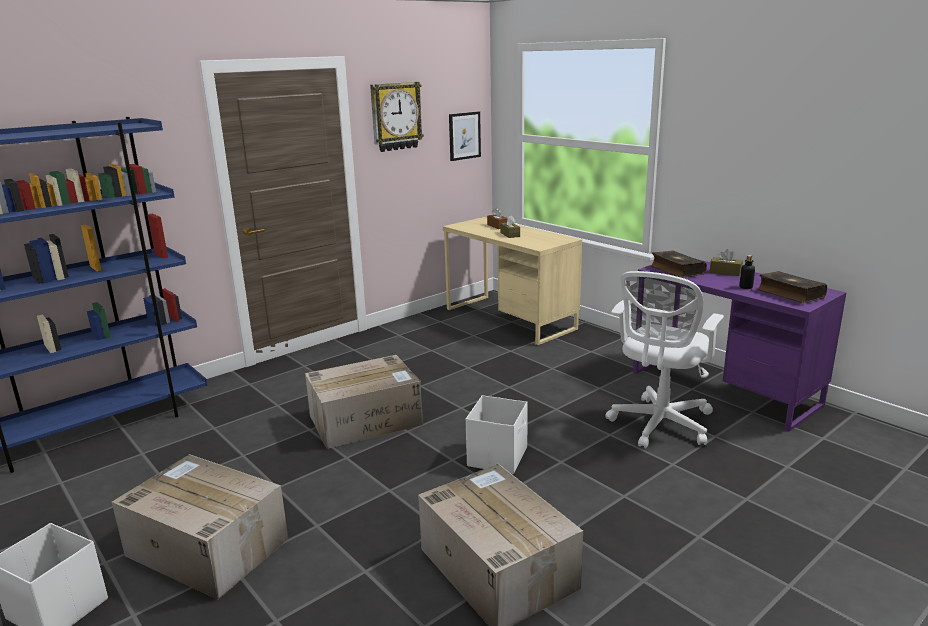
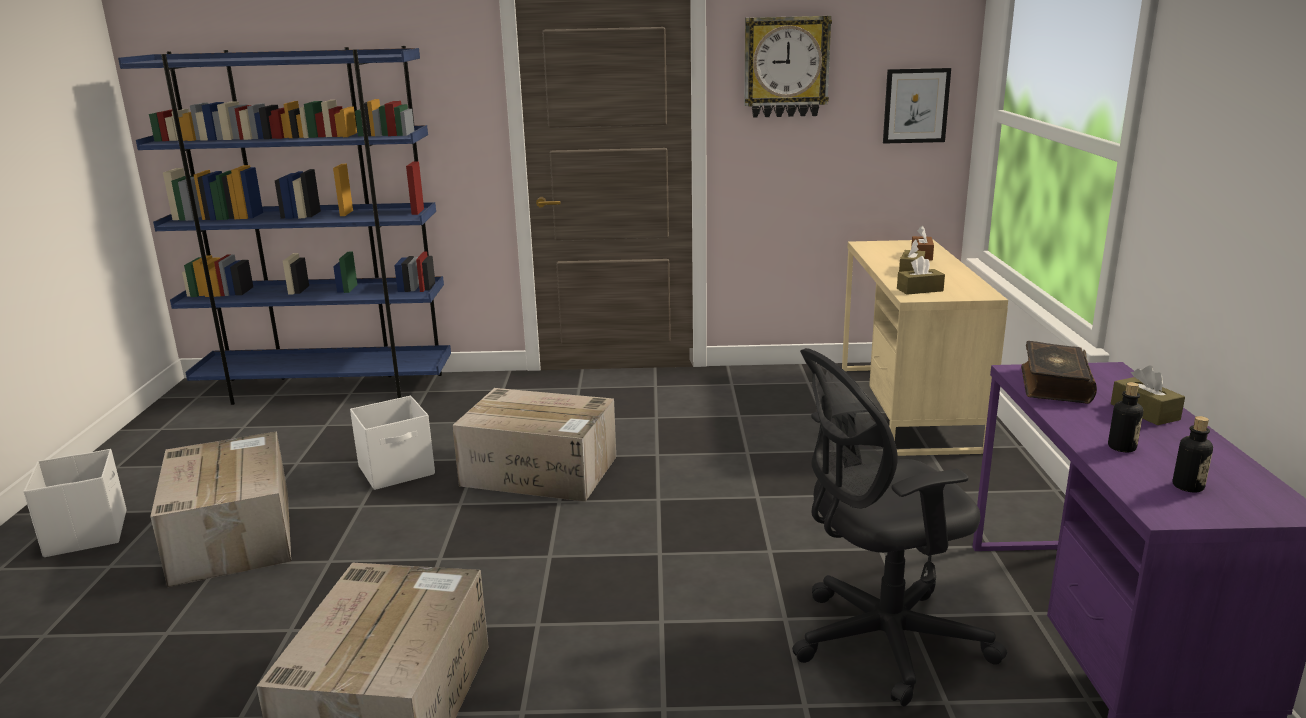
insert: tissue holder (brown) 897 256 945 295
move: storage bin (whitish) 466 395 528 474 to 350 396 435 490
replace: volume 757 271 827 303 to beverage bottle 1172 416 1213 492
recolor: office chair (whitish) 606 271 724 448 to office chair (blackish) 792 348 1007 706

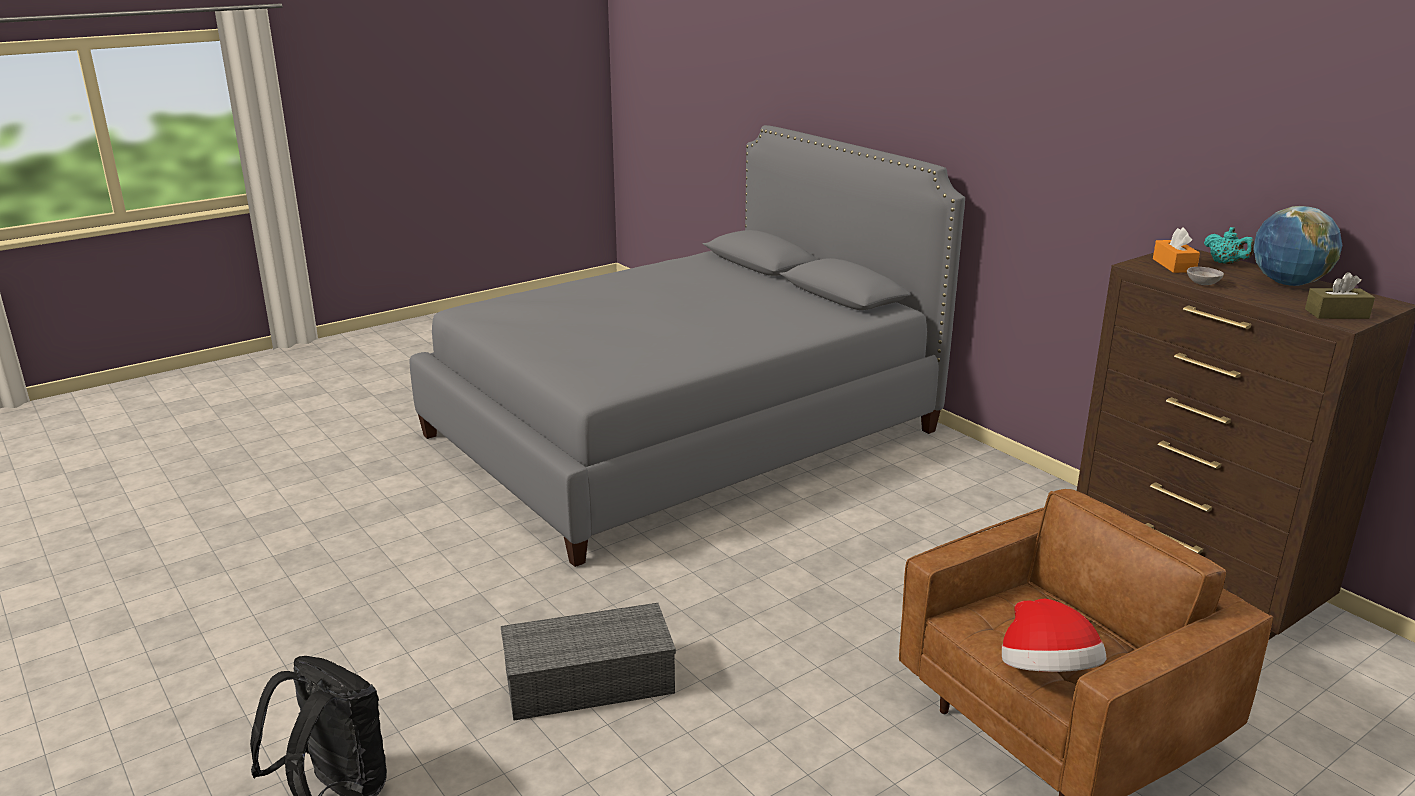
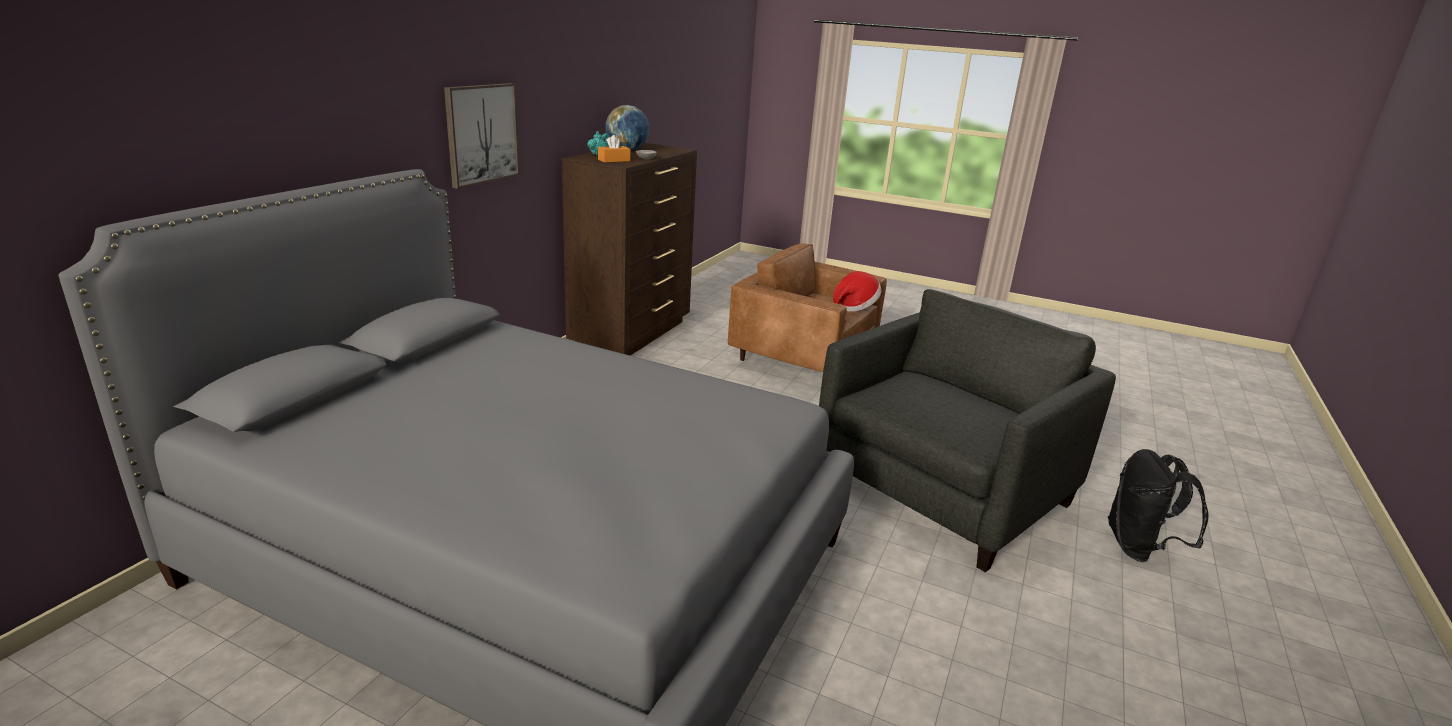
delete: tissue holder (brown) 1305 272 1375 319
insert: wall art 444 83 519 189
replace: storage bin (greyish) 501 603 676 721 to easy chair (greyish) 819 289 1116 572

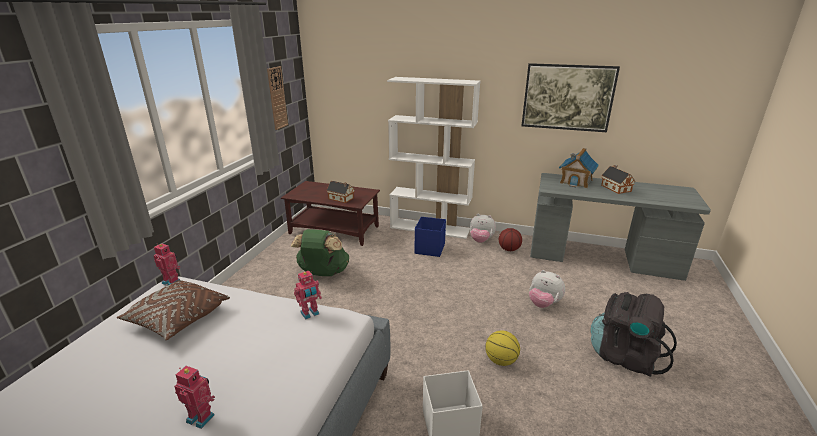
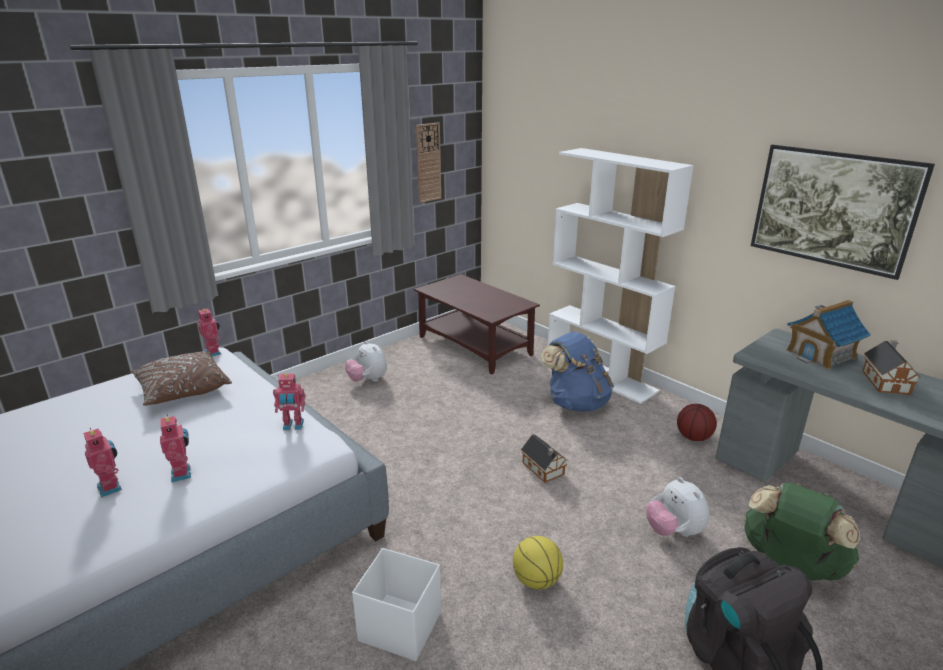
insert: model robot 160 414 191 483
move: model house 326 181 355 203 to 521 434 568 483; plush toy 470 214 496 243 to 345 341 387 382; backpack (greenish) 290 229 349 276 to 744 483 860 581
replace: storage bin (blue-coloured) 415 217 446 257 to backpack (blue-coloured) 540 331 614 412

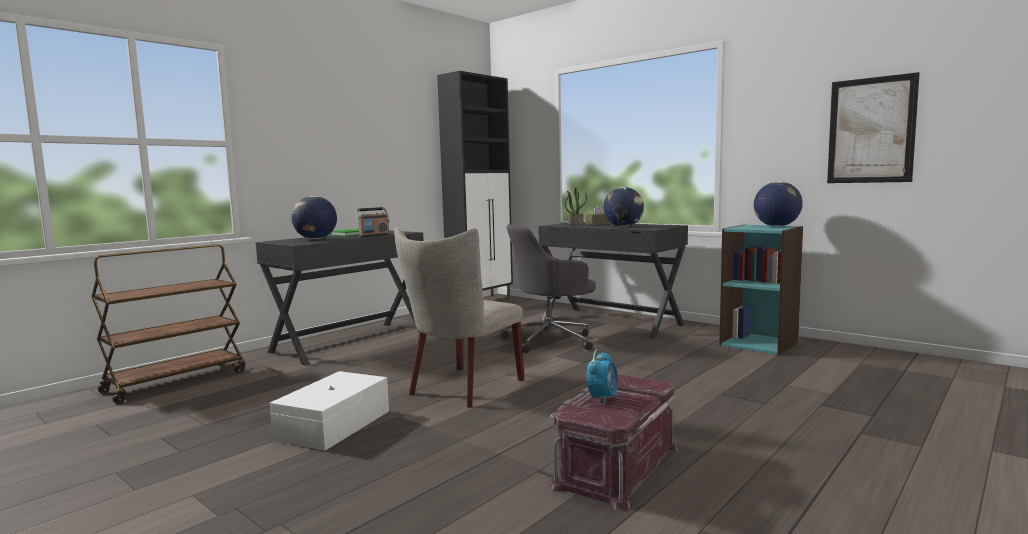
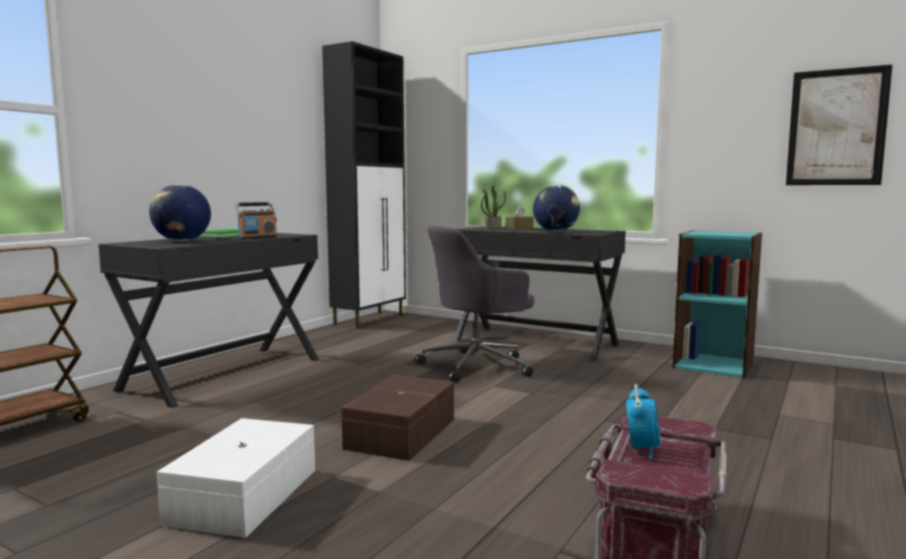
delete: globe 754 181 803 227
replace: plain chair (sand-coloured) 394 227 525 408 to storage bin (brown) 341 375 454 461

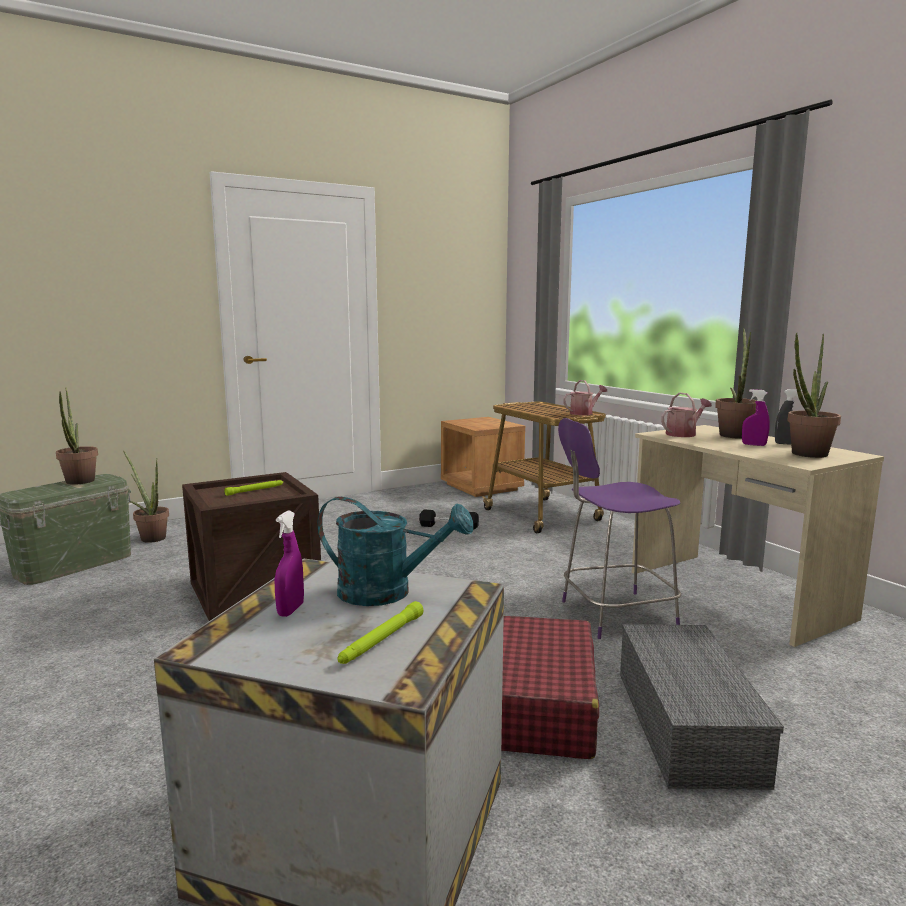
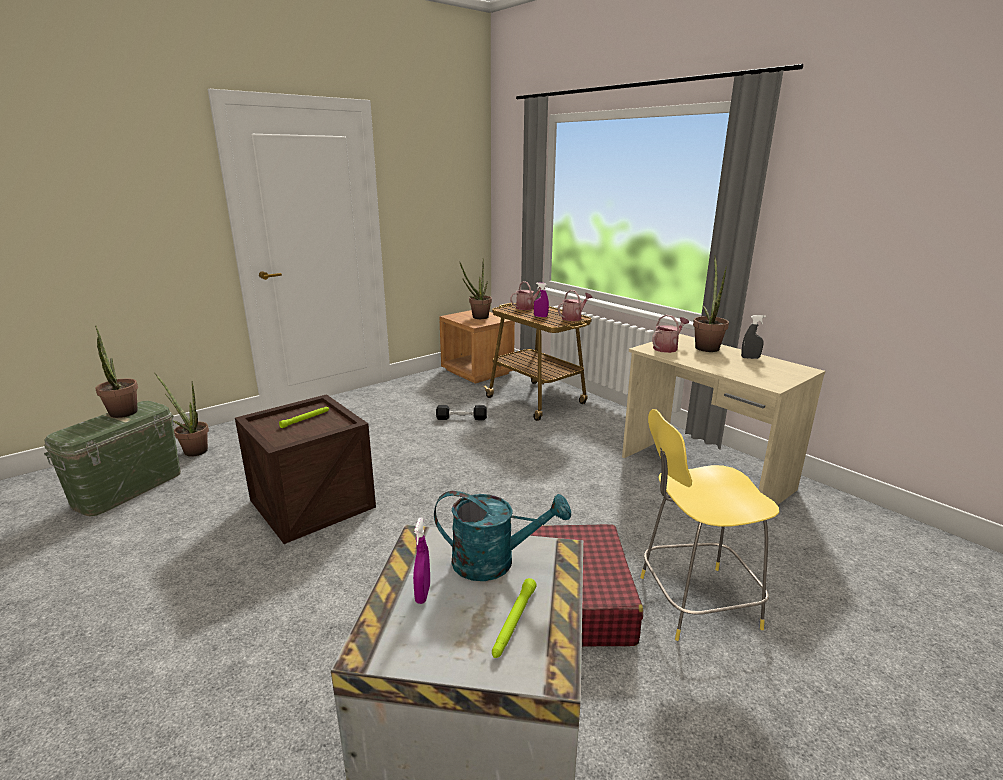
delete: sitting stool (purplish) 558 418 681 639
insert: sprinkling can 510 281 545 310
move: potted plant 787 333 841 458 to 460 261 492 319; hand sprayer (purplish) 742 389 770 446 to 534 282 549 317
replace: storage bin (greyish) 620 624 784 790 to sitting stool (yellowish) 640 409 779 641

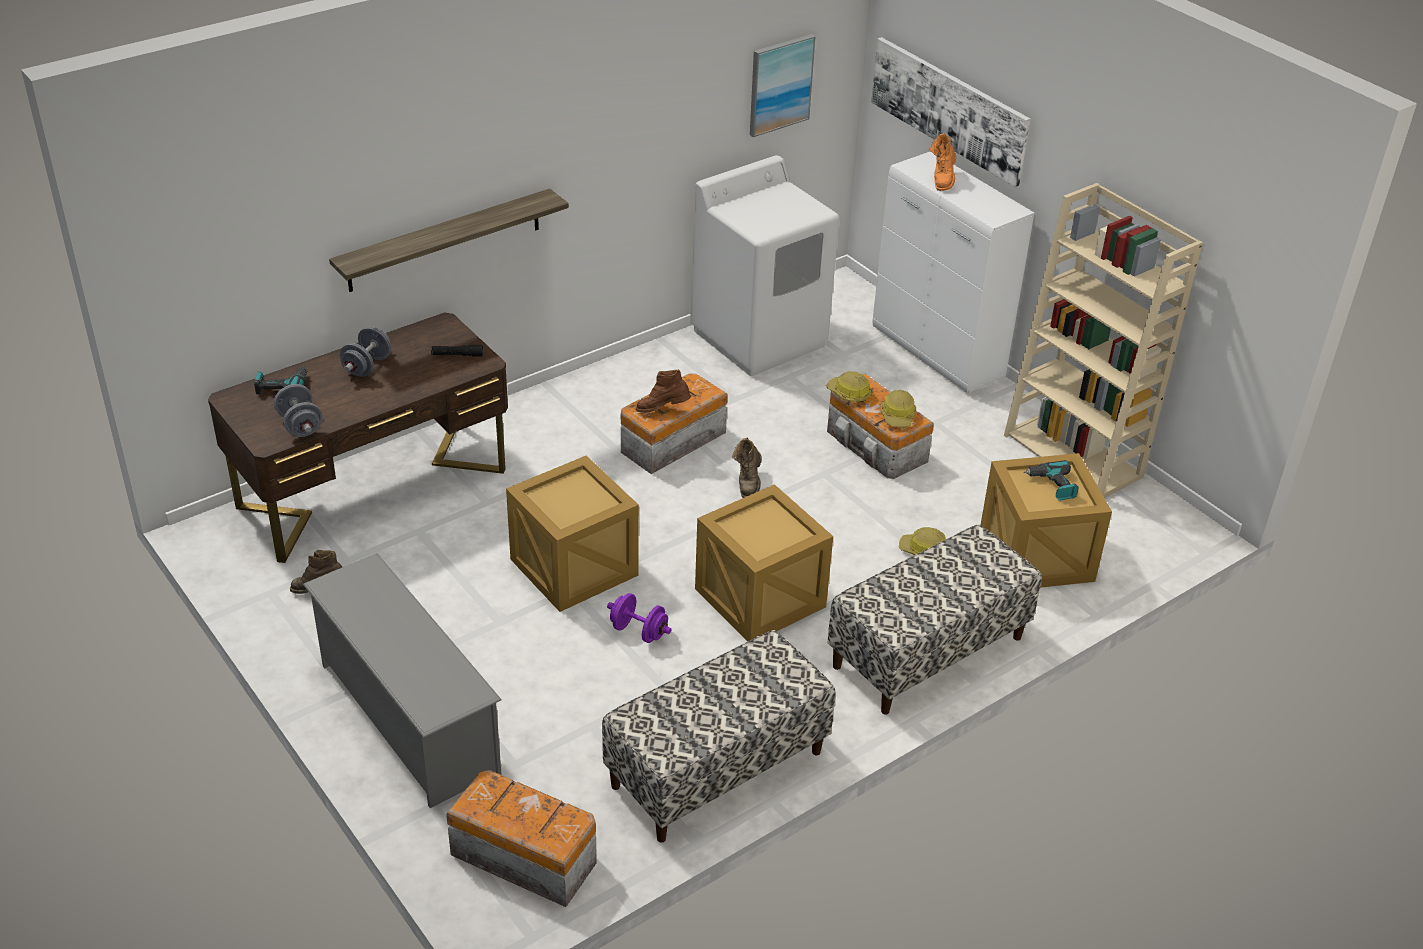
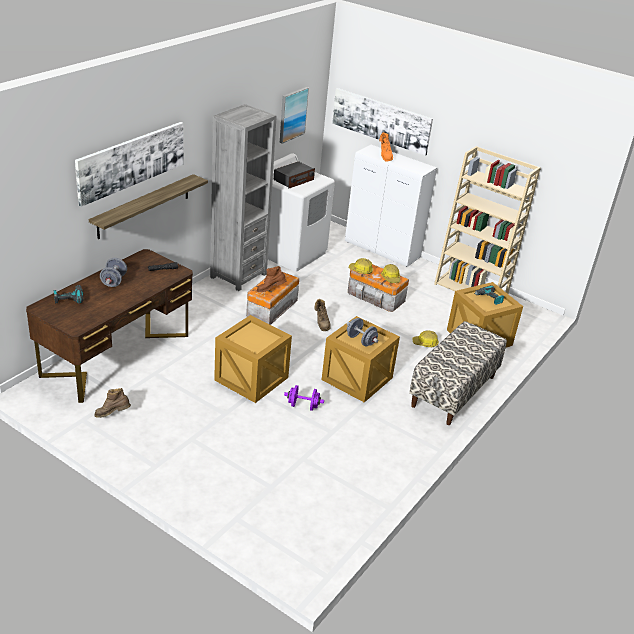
delete: shoe rack (greyish) 303 553 502 808; bench 602 630 836 843; storage bin 446 770 597 907
insert: bookcase (greyish) 210 104 277 291; wall art 75 122 183 207; radio receiver 274 161 315 189
move: dumbbell (greyish) 274 384 323 437 to 347 318 378 346

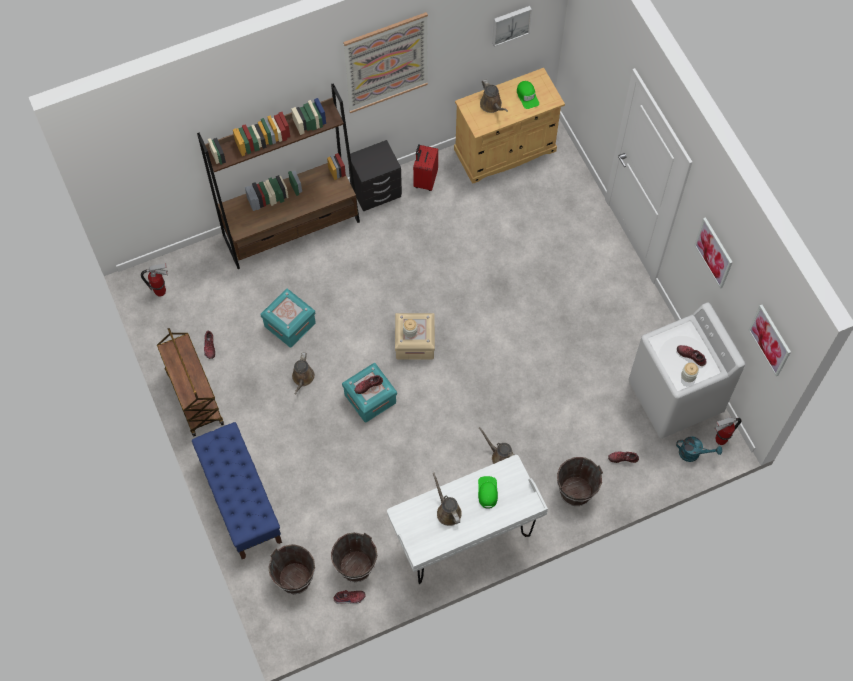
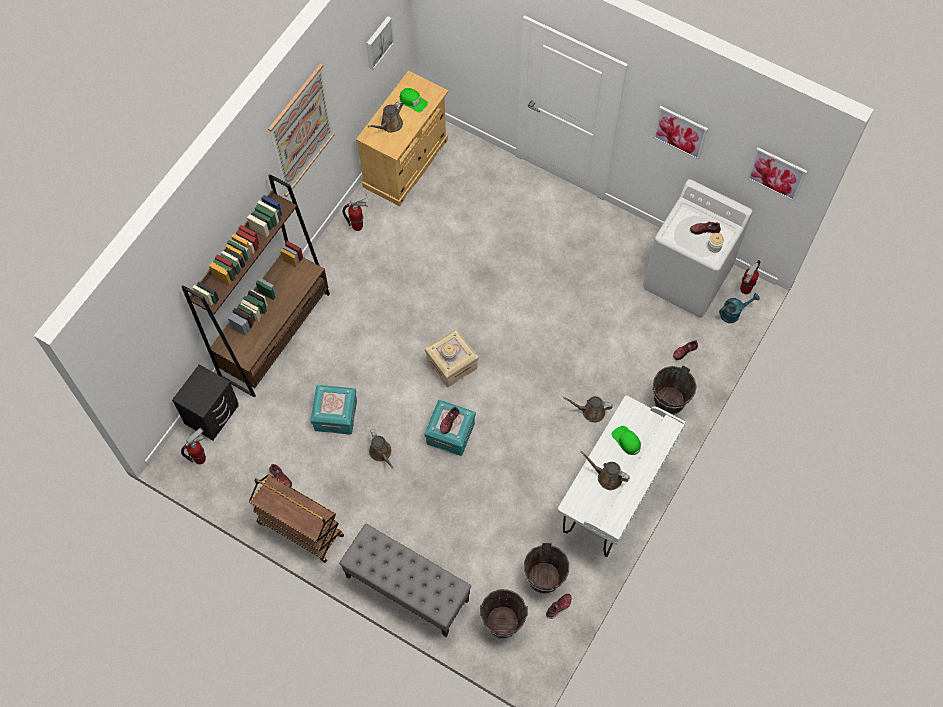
move: nightstand (blackish) 349 140 402 212 to 172 364 239 440
replace: travel case (red-coloured) 413 144 438 191 to fire-fighting cylinder 342 194 368 231
recolor: bench (blue-coloured) 192 422 282 559 to bench (greyish) 339 523 472 637
rotate: sprinkling can (brown) 480 79 508 113 = 368 101 403 133 105 degrees clockwise

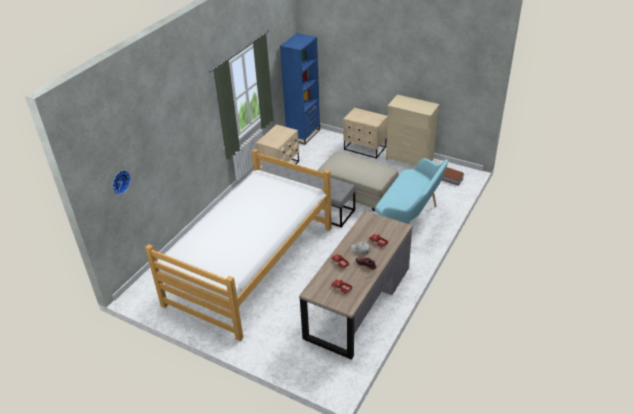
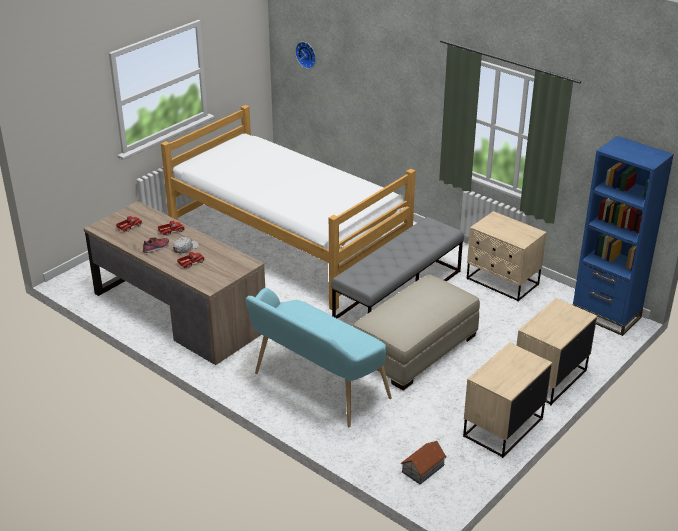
replace: drawer chest (sand-coloured) 386 95 440 166 to nightstand (sand-coloured) 463 342 552 458

